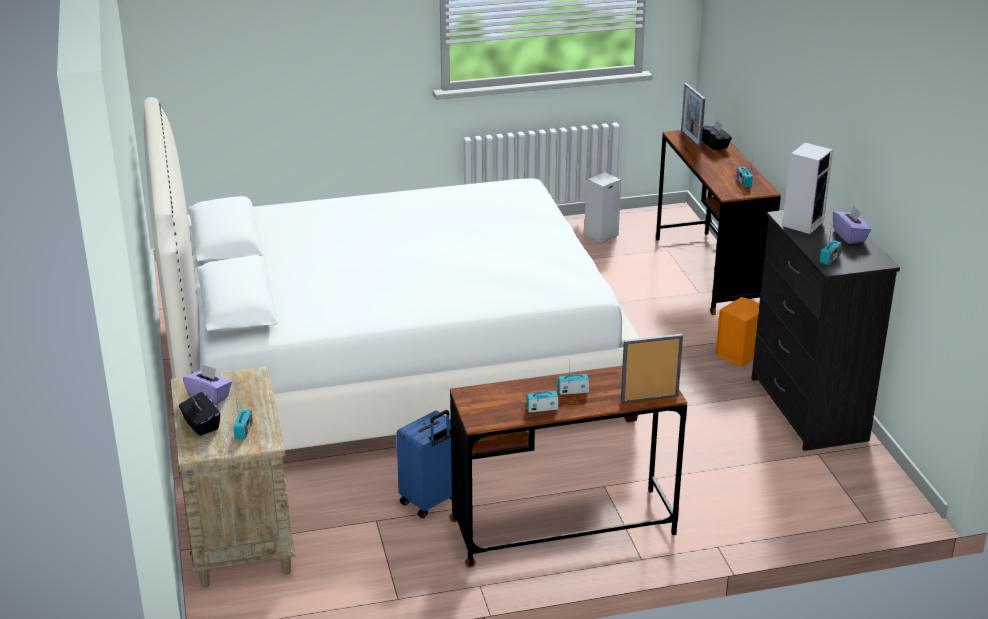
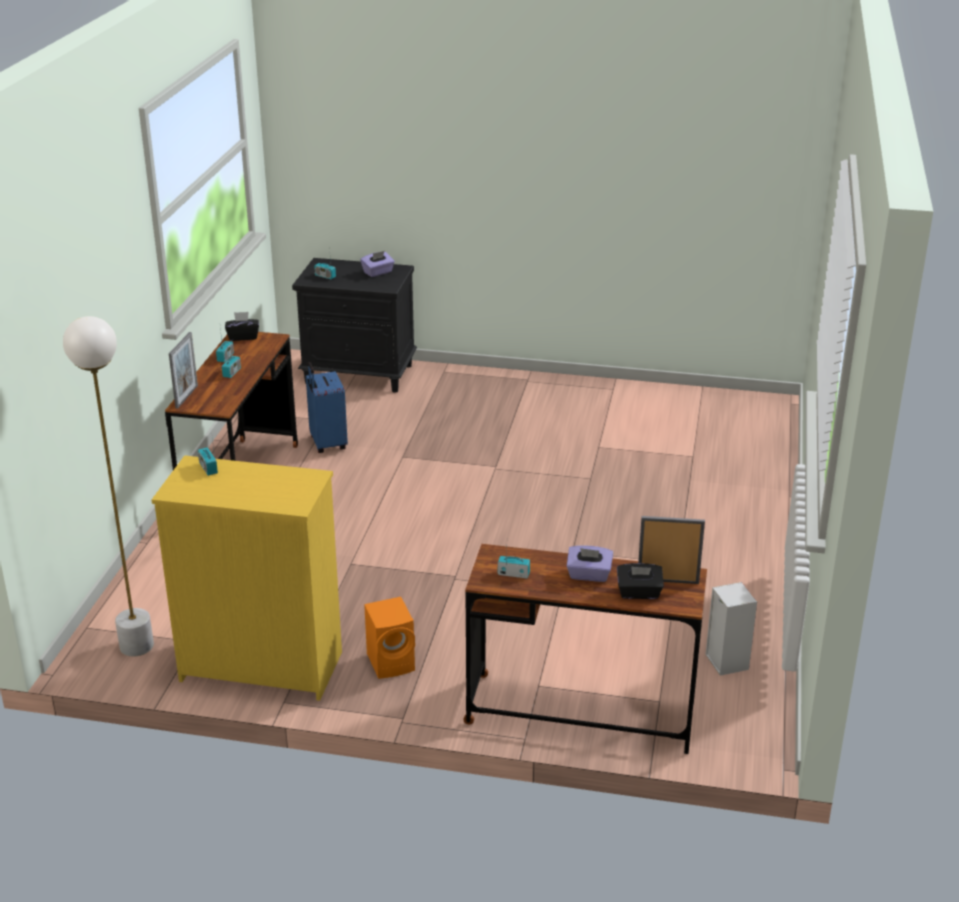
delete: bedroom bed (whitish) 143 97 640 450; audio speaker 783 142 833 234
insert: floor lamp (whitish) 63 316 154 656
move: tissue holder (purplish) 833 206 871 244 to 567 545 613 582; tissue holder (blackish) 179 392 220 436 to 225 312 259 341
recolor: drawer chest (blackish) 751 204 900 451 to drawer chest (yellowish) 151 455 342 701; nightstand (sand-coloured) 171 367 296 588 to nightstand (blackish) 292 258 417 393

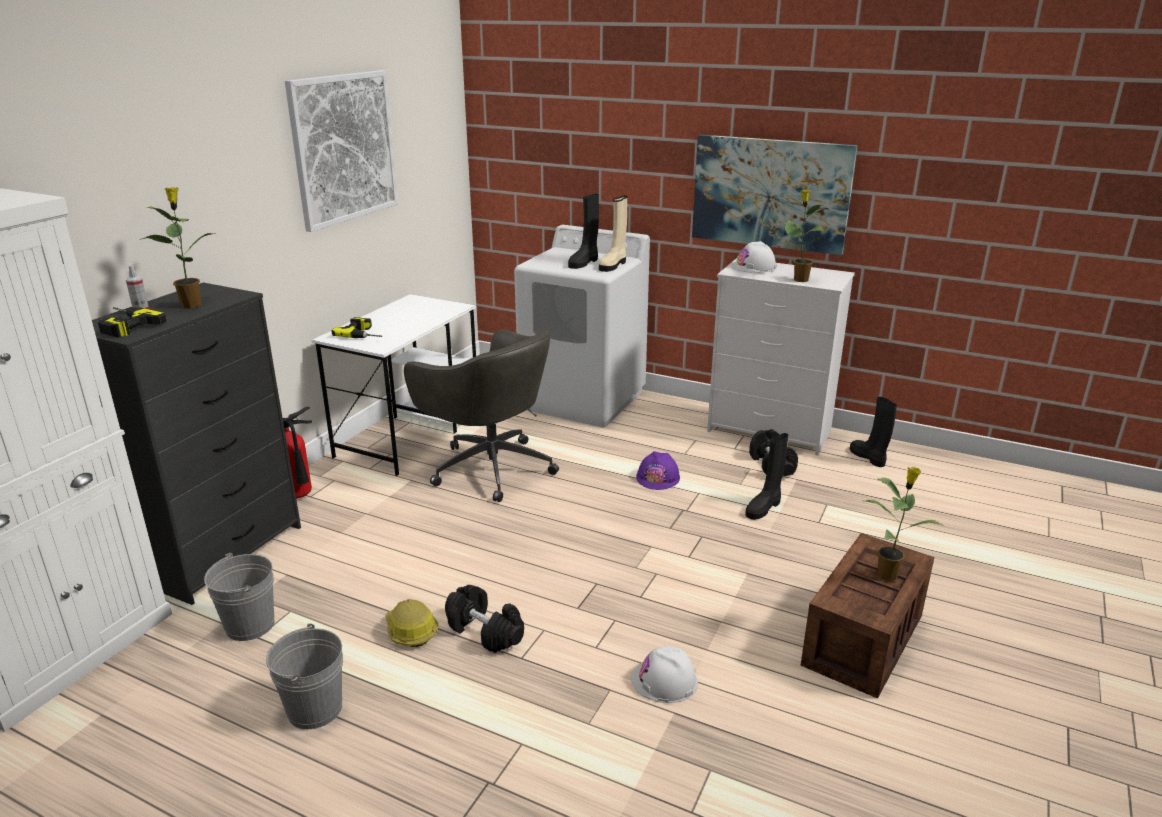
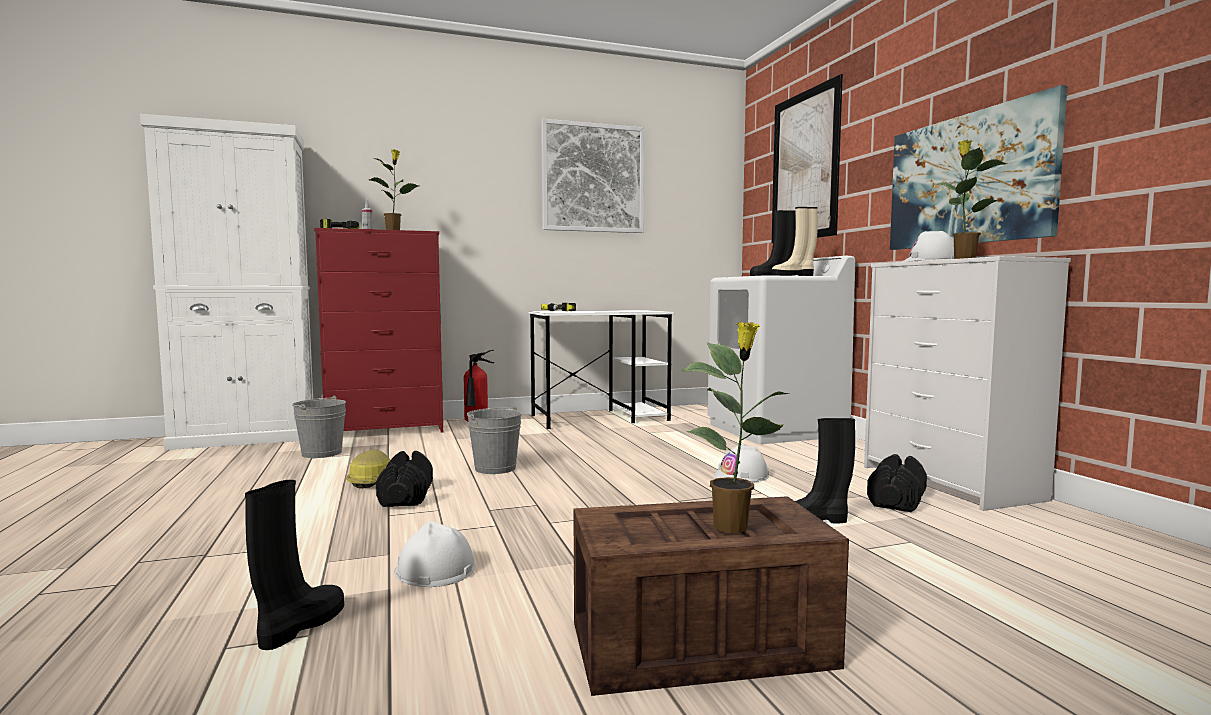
delete: office chair (greyish) 404 330 559 502
insert: wall art 771 74 843 243
move: boot (blackish) 850 397 897 467 to 245 480 344 650; water bucket (greyish) 266 623 343 729 to 467 406 522 474
recolor: drawer chest (blackish) 92 283 301 605 to drawer chest (red-coloured) 314 228 443 433; work helmet (purplish) 636 451 680 490 to work helmet (whitish) 714 444 769 482

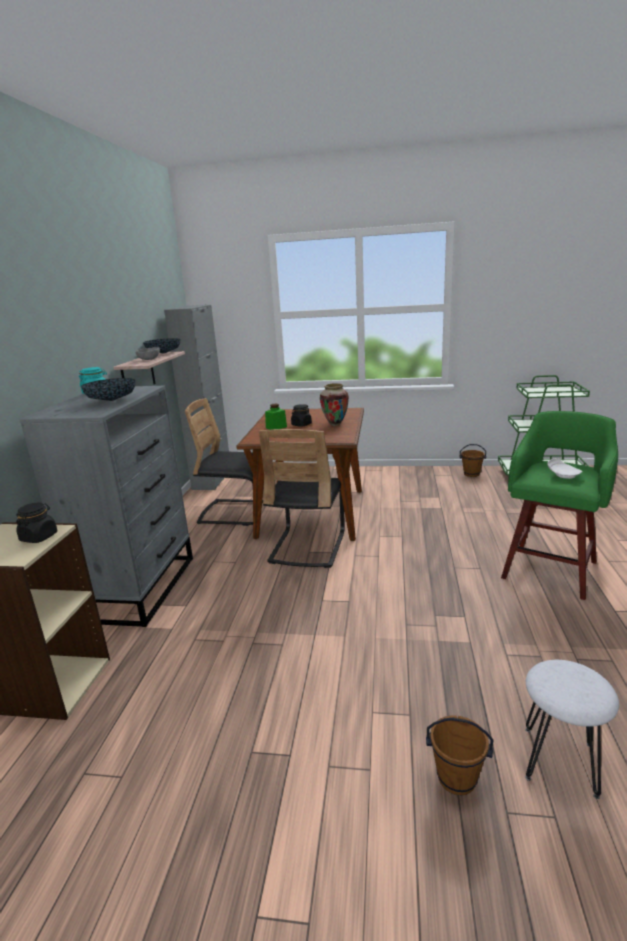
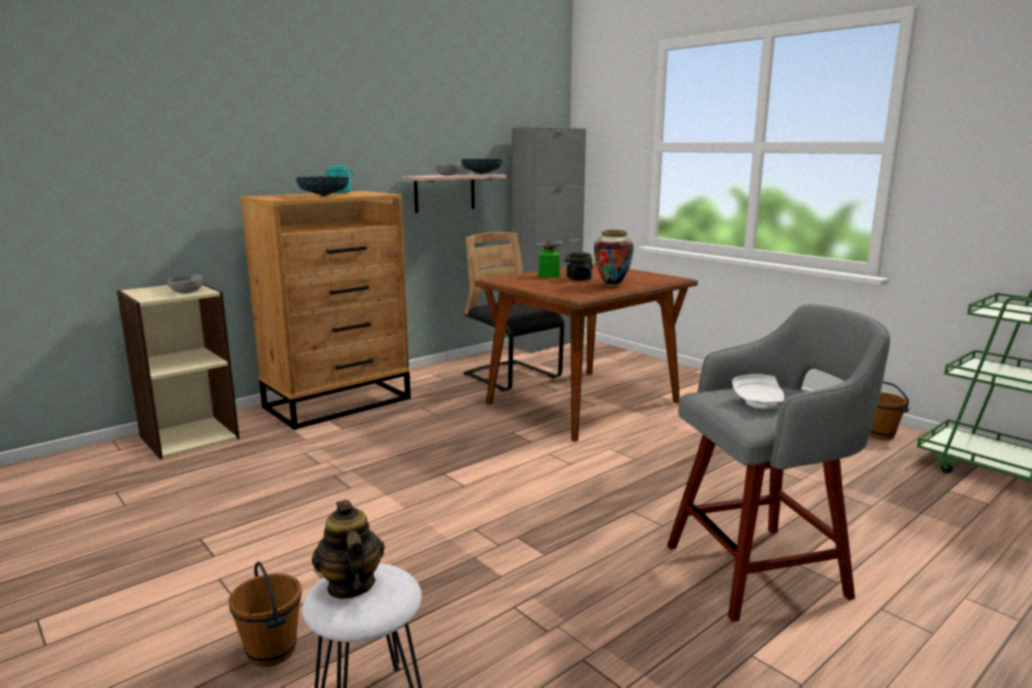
delete: plain chair (blackish) 259 429 345 568
insert: pot for tea 312 500 385 599
replace: preserve jar (blackish) 16 503 57 543 to deep dish (greyish) 167 275 204 293
recolor: drawer chest (greyish) 19 386 193 627 to drawer chest (brown) 240 191 411 430; sitting stool (greenish) 501 411 618 600 to sitting stool (greyish) 667 304 890 622

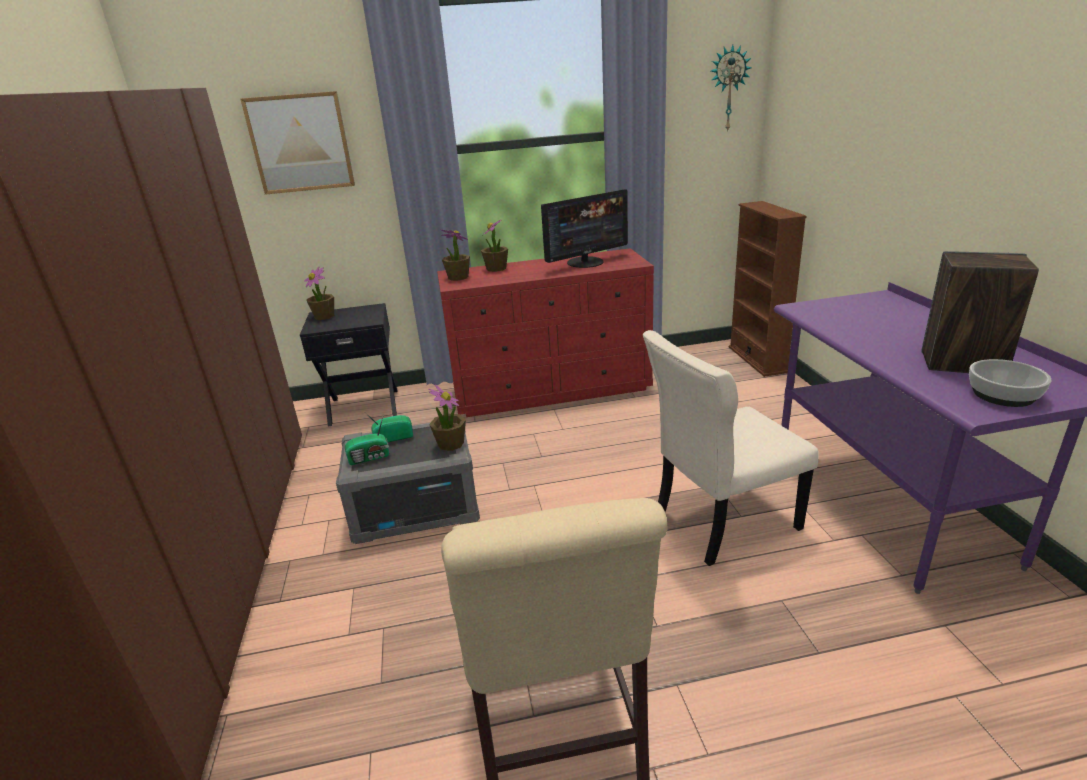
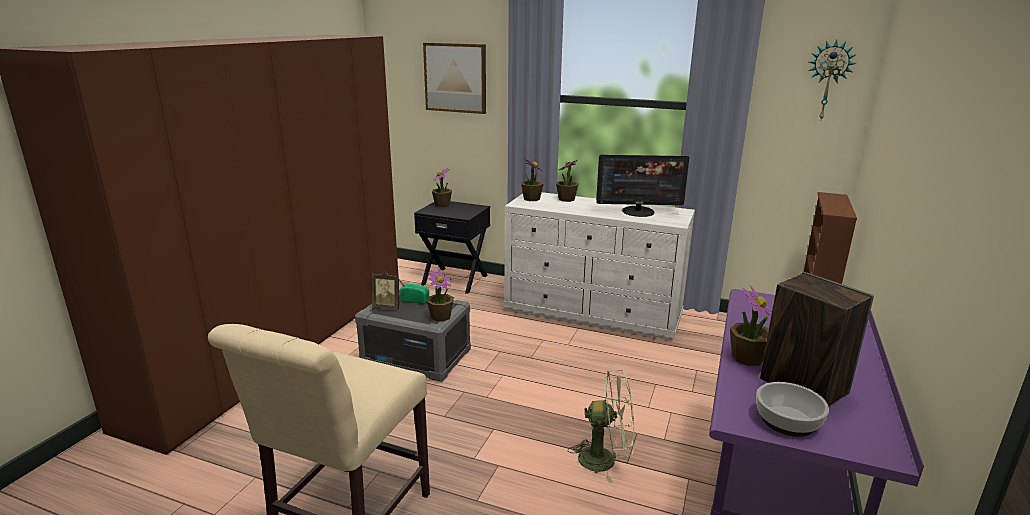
insert: potted plant 730 285 772 366
replace: plain chair (sand-coloured) 643 330 819 566 to fan (greenish) 568 370 635 483; radio receiver 345 414 389 465 to photo frame 371 271 400 310
recolor: drawer chest (red-coloured) 437 248 654 417 to drawer chest (whitish) 504 192 695 340

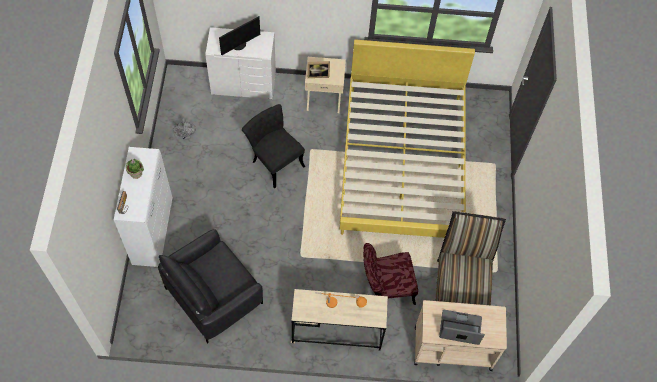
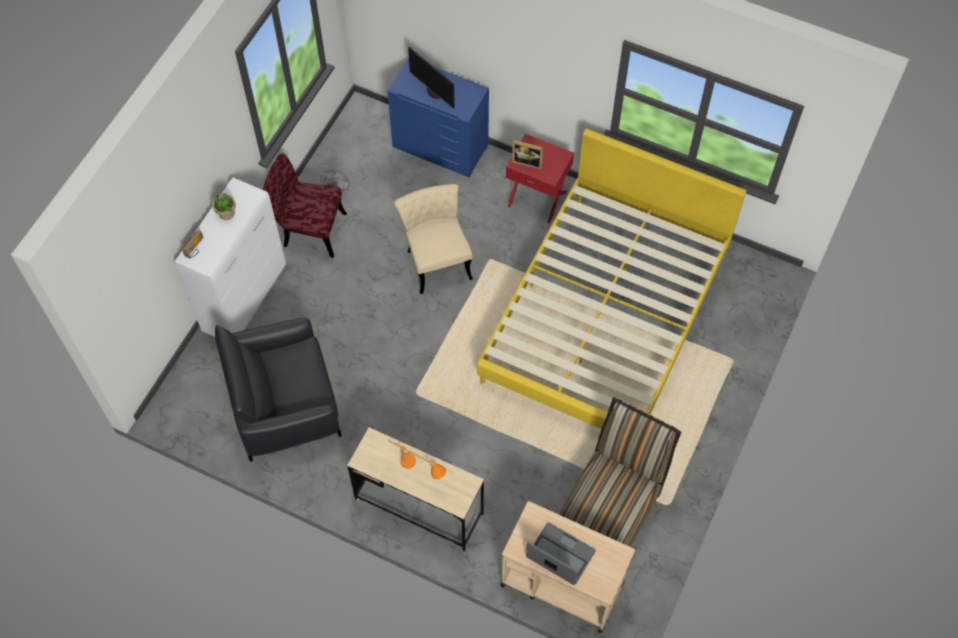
move: plain chair (red-coloured) 363 243 418 305 to 263 153 347 258
recolor: drawer chest (whitish) 205 27 276 99 to drawer chest (blue-coloured) 387 58 489 178; nightstand (sand-coloured) 305 57 346 113 to nightstand (red-coloured) 506 134 574 224; plain chair (blackish) 242 104 305 188 to plain chair (sand-coloured) 394 184 473 294
rotate: computer display 219 16 260 55 = 408 47 455 108 60 degrees clockwise

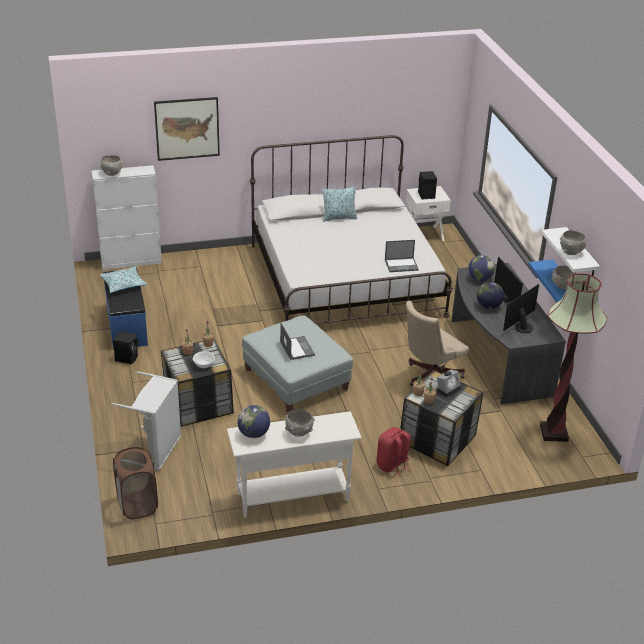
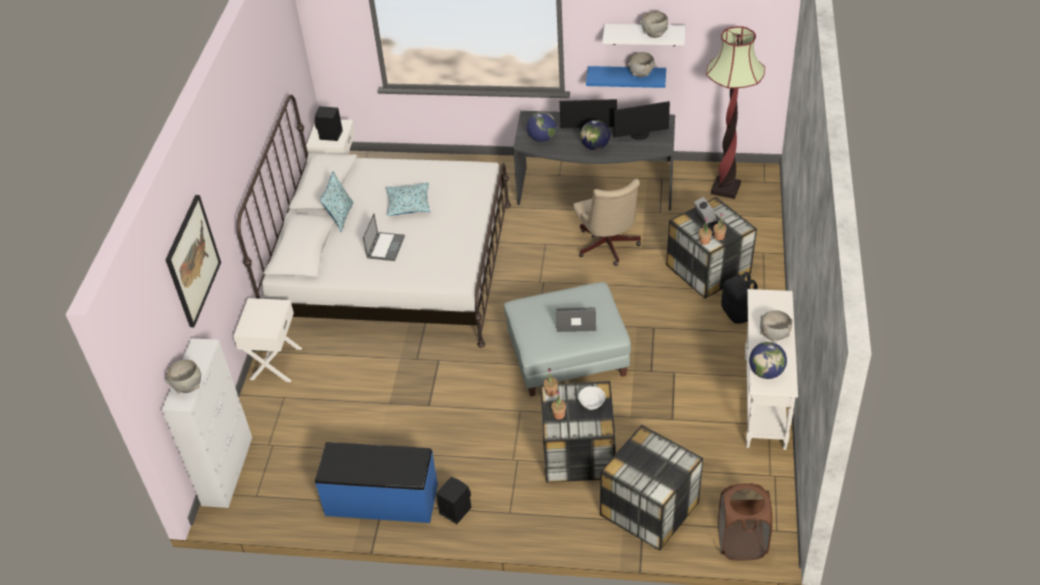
insert: nightstand (whitish) 233 298 302 382
move: laptop 385 240 419 272 to 363 213 405 261; throw pillow 100 266 147 293 to 386 182 430 216
replace: hamper (greyish) 112 371 181 470 to storage bin 600 425 703 551
recolor: backpack (red-coloured) 377 427 411 477 to backpack (blackish) 721 272 757 324
rotate: computer display 503 284 539 333 = 613 101 670 140 75 degrees counterclockwise

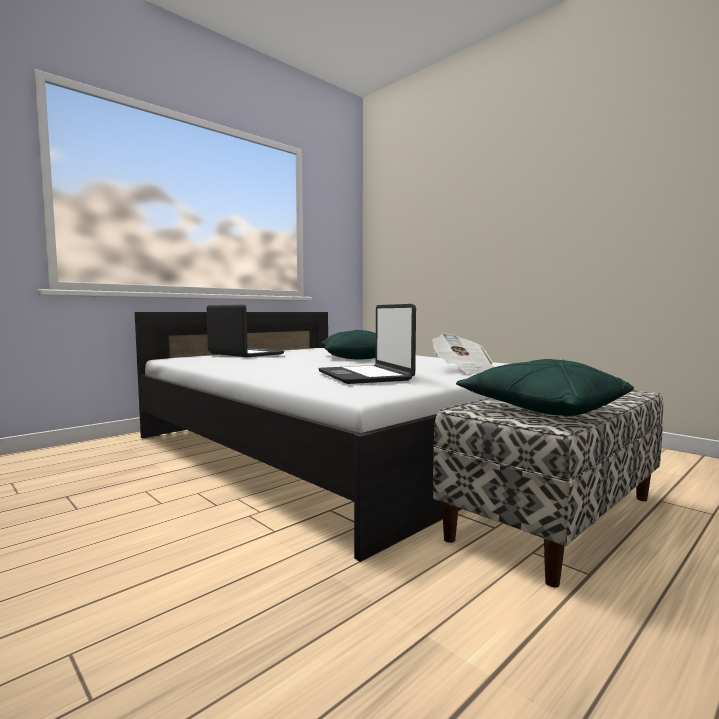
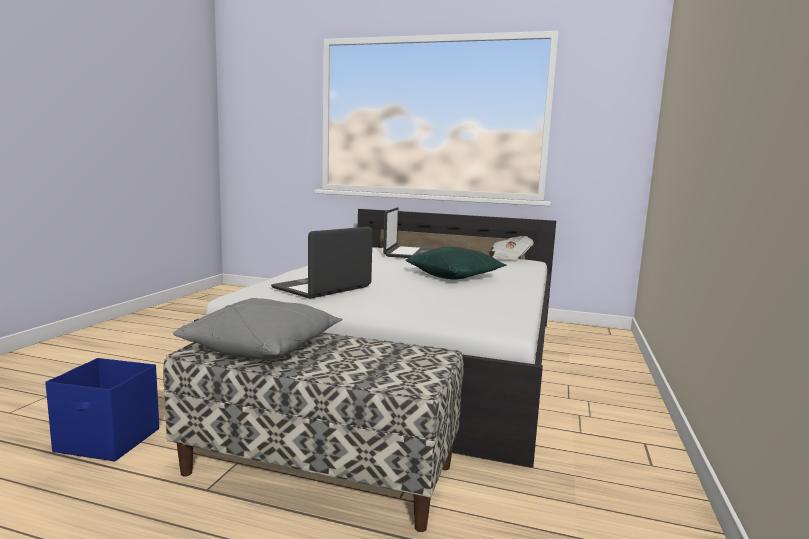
insert: storage bin (blue-coloured) 45 358 159 461
move: newspaper 432 334 494 375 to 492 236 534 260
recolor: throw pillow (greenish) 456 359 634 416 to throw pillow (greyish) 173 298 342 360

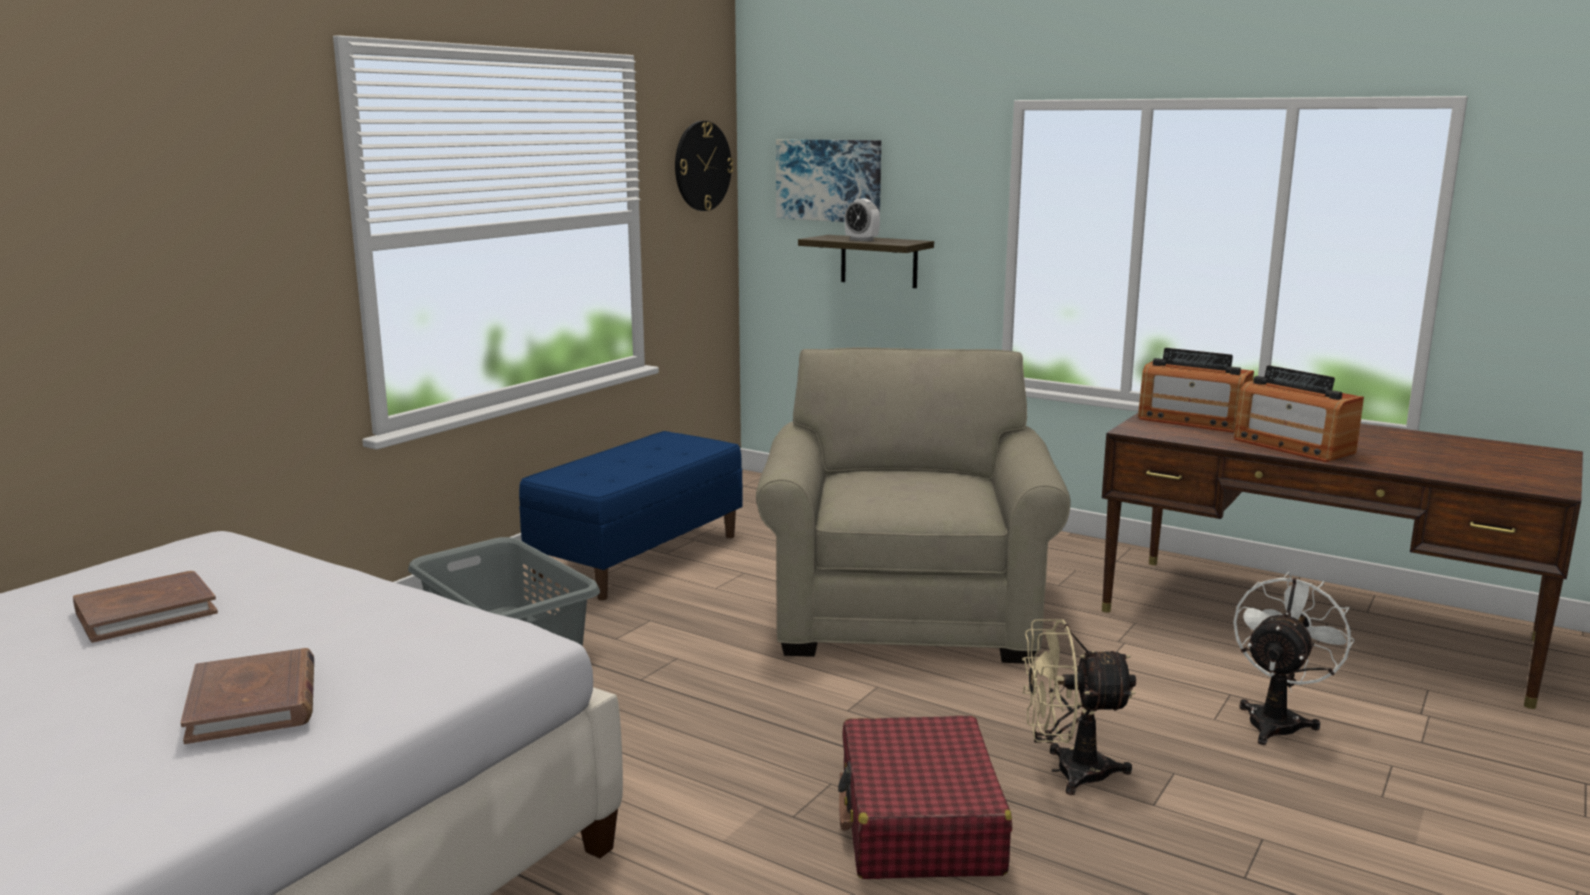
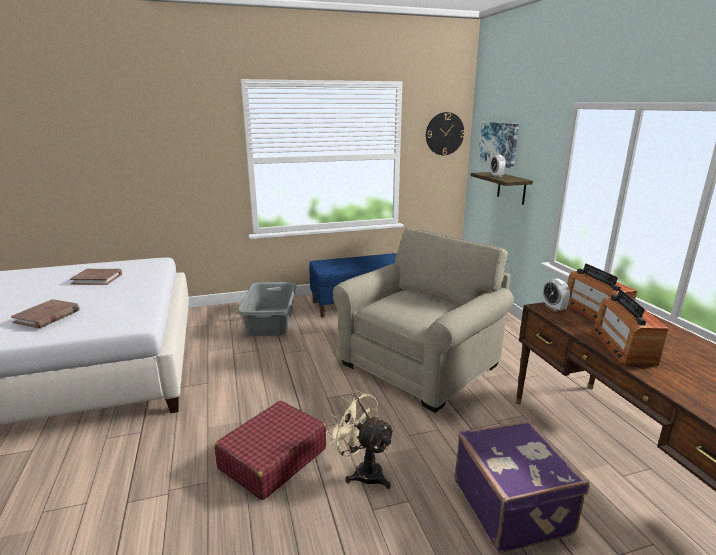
insert: bedside clock 543 279 570 312
replace: fan (whitish) 1233 572 1355 745 to travel case (purplish) 454 420 589 553

